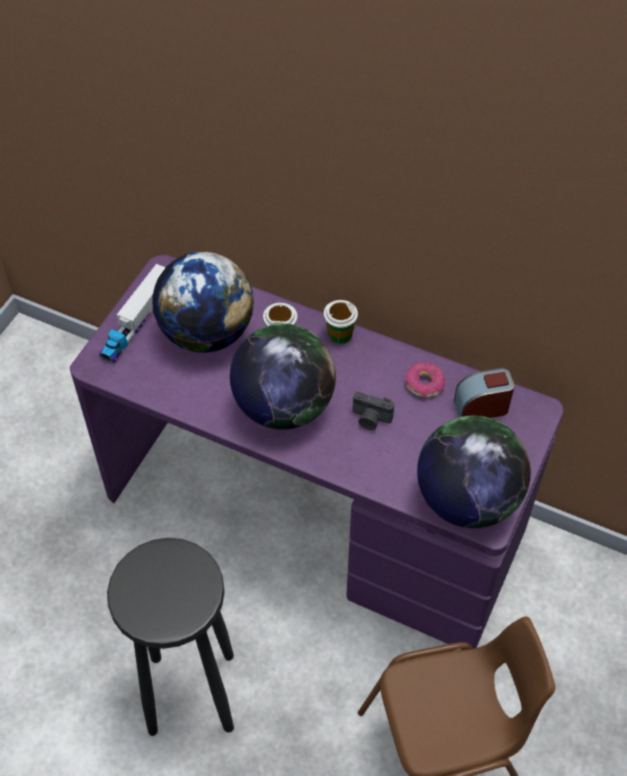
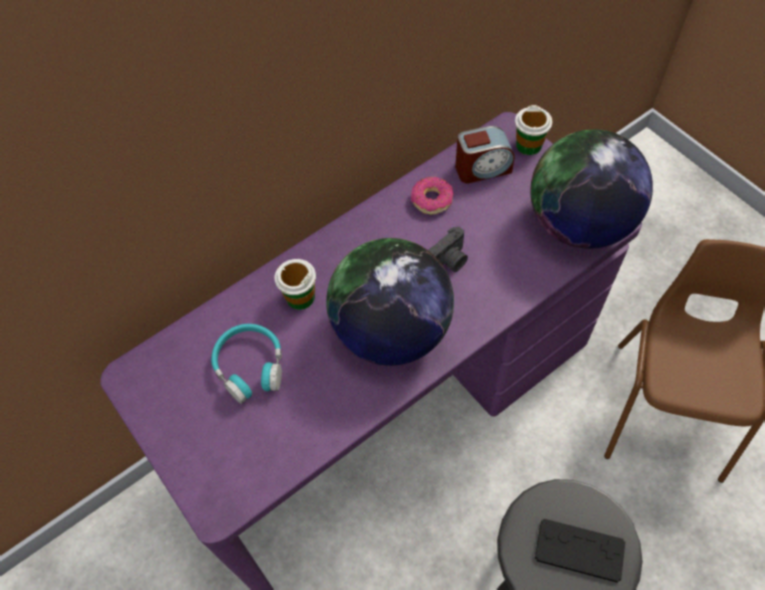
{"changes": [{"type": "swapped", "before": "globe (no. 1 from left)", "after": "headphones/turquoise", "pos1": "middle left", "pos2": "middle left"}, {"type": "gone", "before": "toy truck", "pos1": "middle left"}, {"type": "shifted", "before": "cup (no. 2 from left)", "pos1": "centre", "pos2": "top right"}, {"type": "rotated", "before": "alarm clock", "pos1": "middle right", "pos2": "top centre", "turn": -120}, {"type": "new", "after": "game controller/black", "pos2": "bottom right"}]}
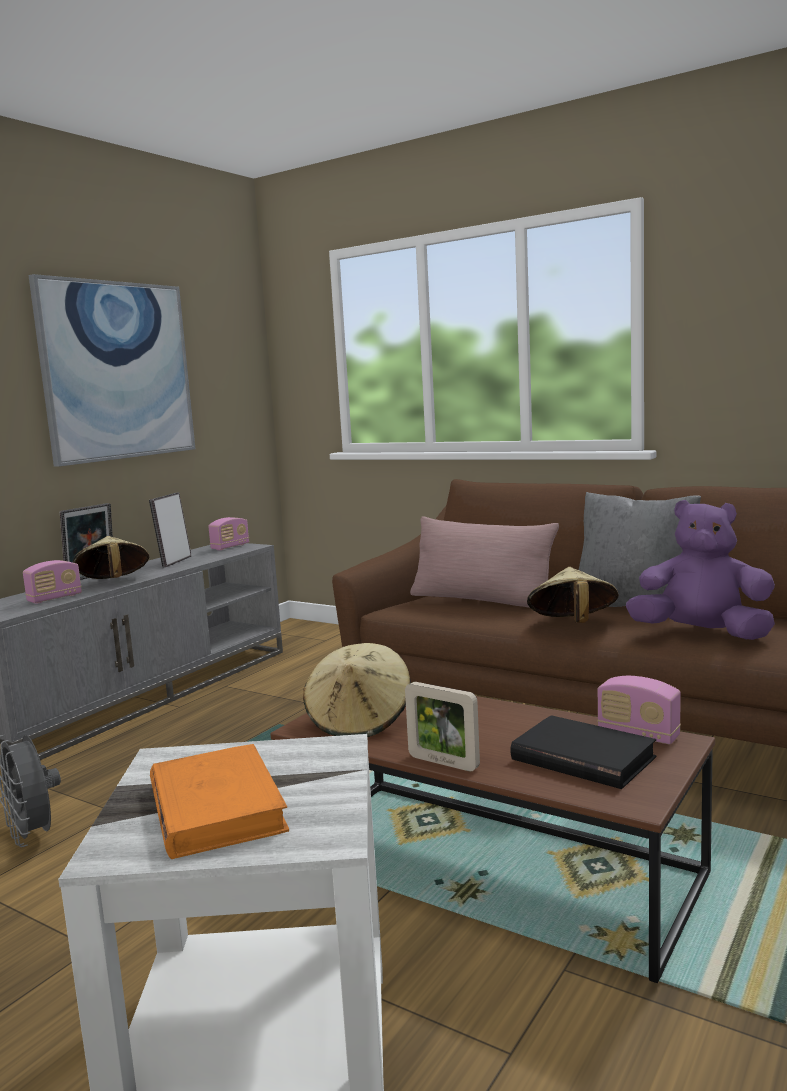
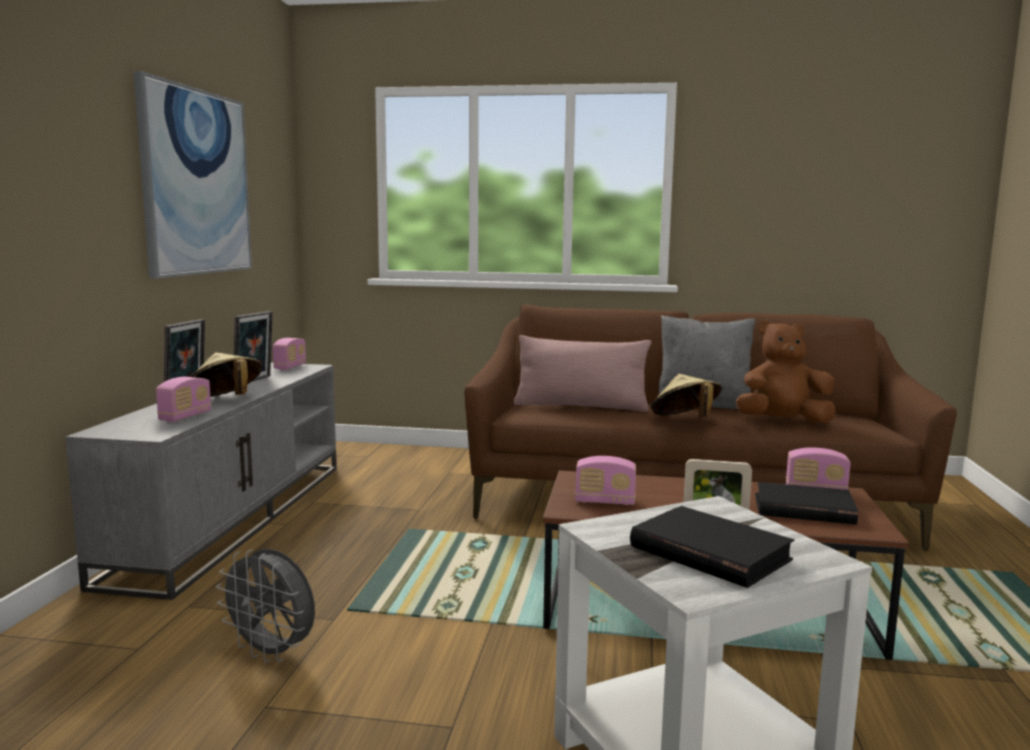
{"changes": [{"type": "rotated", "before": "picture frame (no. 2 from left)", "pos1": "middle left", "pos2": "middle left", "turn": -150}, {"type": "repainted", "before": "plush toy/purple", "after": "plush toy/brown", "pos1": "middle right", "pos2": "middle right"}, {"type": "swapped", "before": "hat/beige (no. 2 from left)", "after": "radio (no. 3 from left)", "pos1": "centre", "pos2": "centre"}, {"type": "repainted", "before": "book/orange", "after": "book/black (no. 1 from left)", "pos1": "bottom left", "pos2": "bottom right"}]}
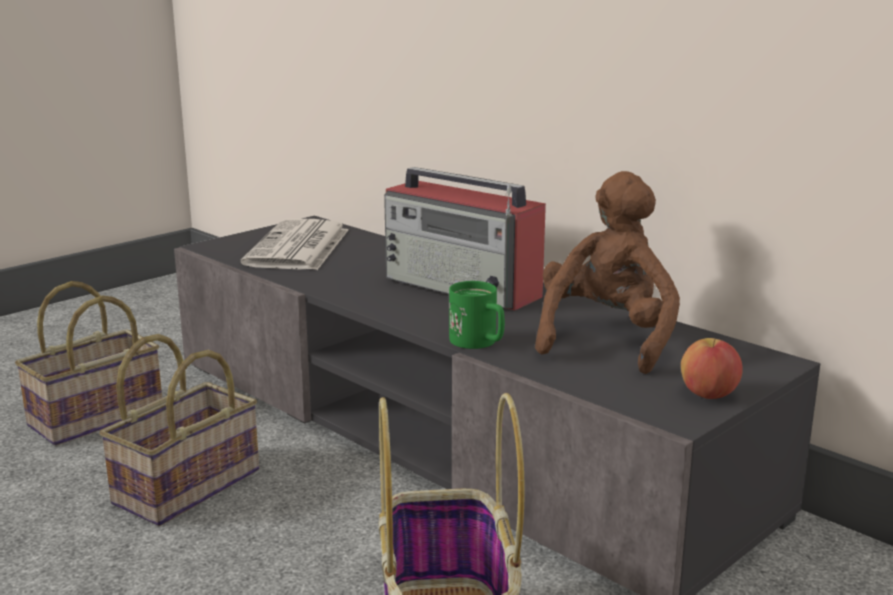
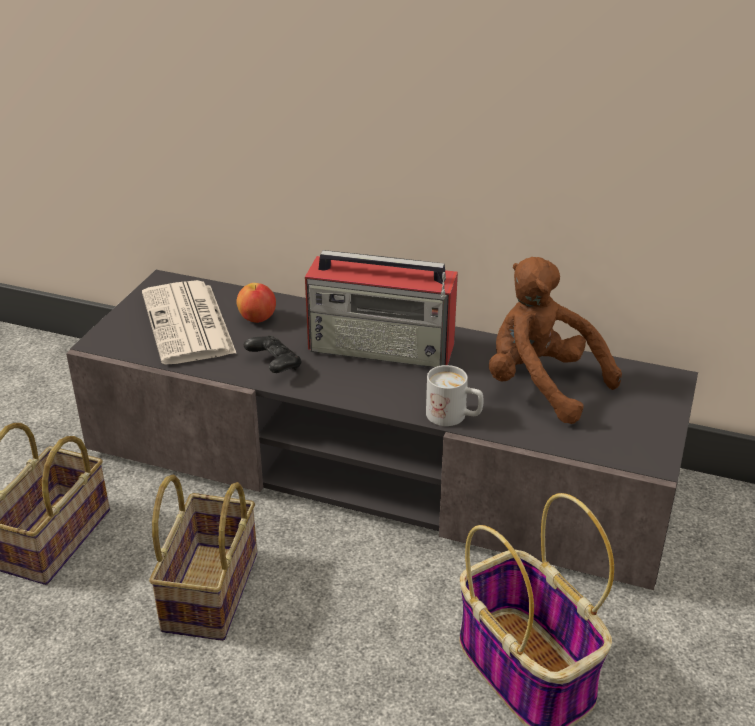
{"changes": [{"type": "rotated", "before": "plush toy/brown", "pos1": "middle right", "pos2": "middle right", "turn": -45}, {"type": "repainted", "before": "mug/green", "after": "mug/white", "pos1": "centre", "pos2": "centre"}, {"type": "shifted", "before": "apple", "pos1": "middle right", "pos2": "centre"}, {"type": "new", "after": "game controller/black", "pos2": "centre"}]}
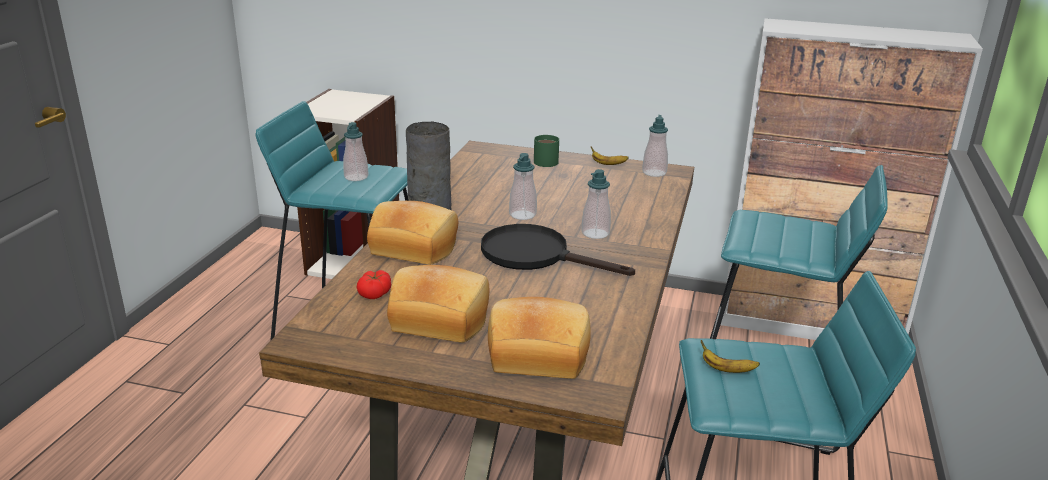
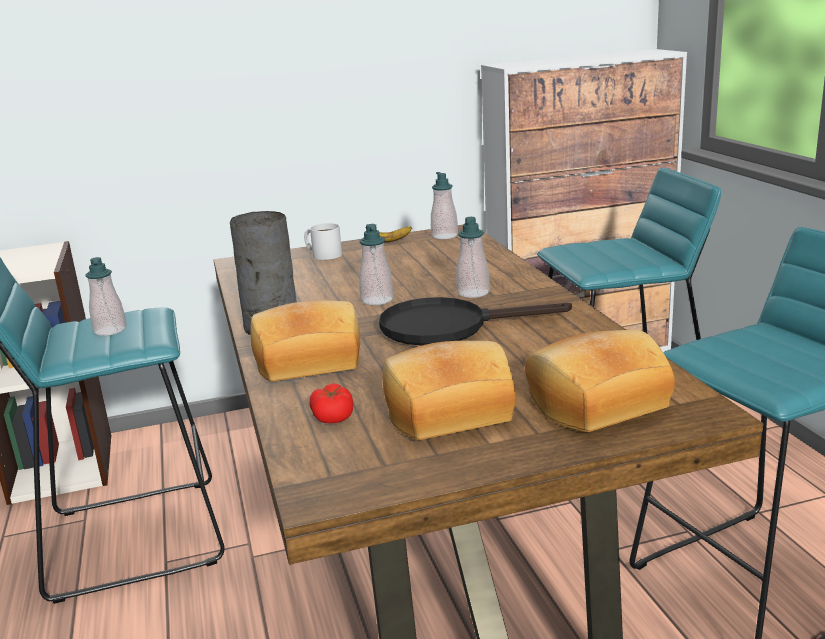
{"changes": [{"type": "repainted", "before": "mug/green", "after": "mug/white", "pos1": "top centre", "pos2": "centre"}, {"type": "gone", "before": "banana (no. 2 from left)", "pos1": "bottom right"}]}
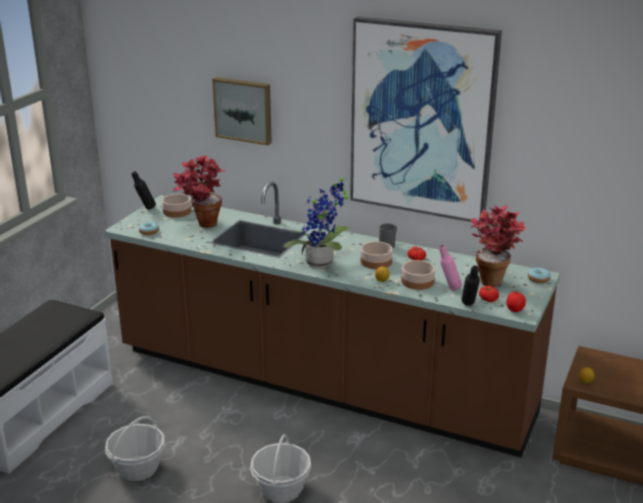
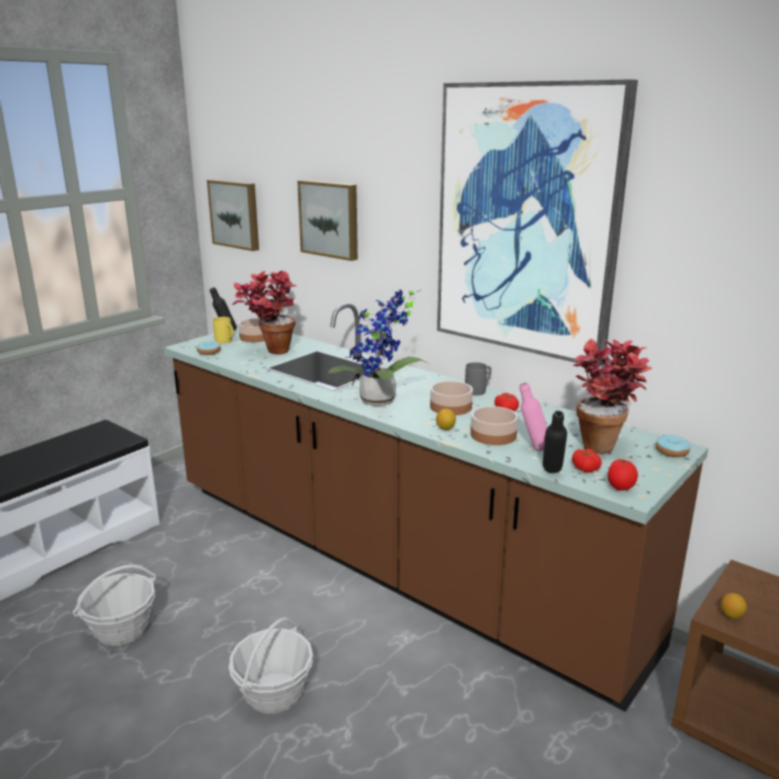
{"changes": [{"type": "new", "after": "picture (no. 1 from left)", "pos2": "top left"}, {"type": "new", "after": "mug/yellow", "pos2": "middle left"}]}
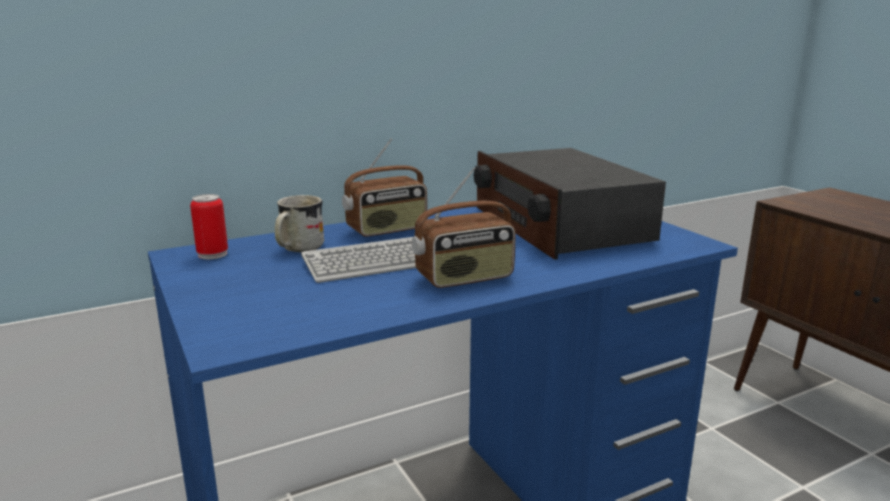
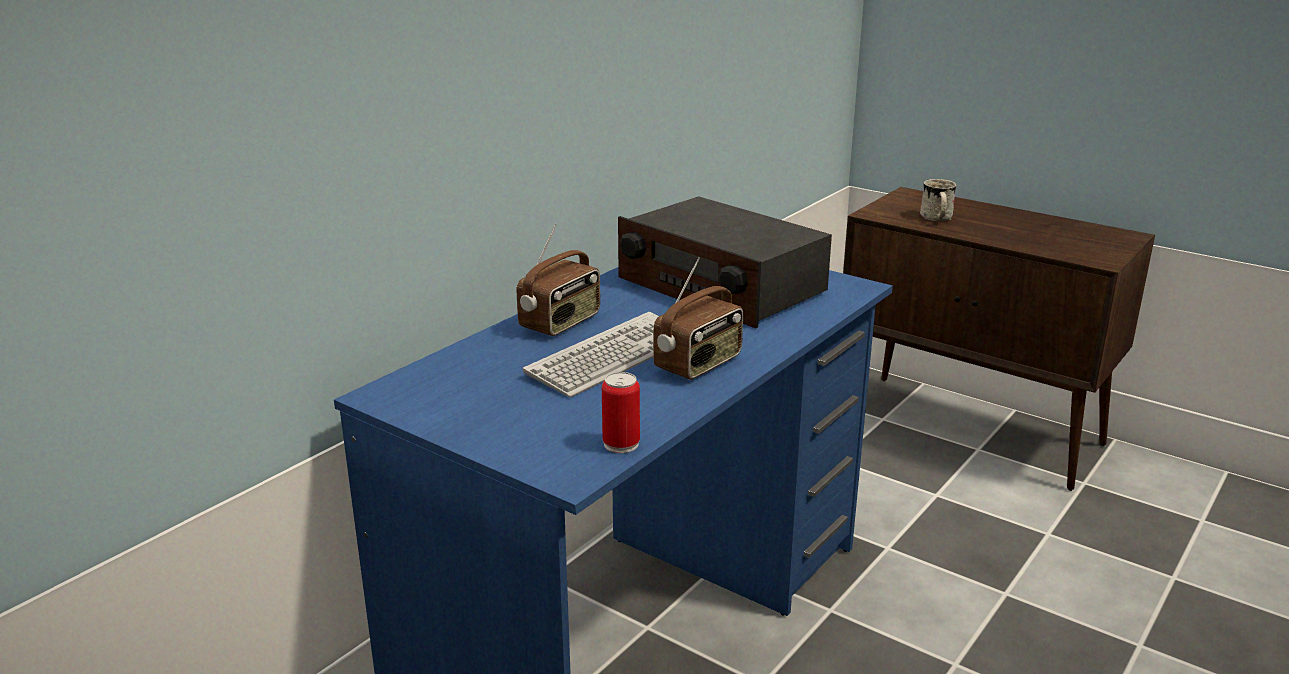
{"changes": [{"type": "shifted", "before": "can", "pos1": "middle left", "pos2": "centre"}, {"type": "shifted", "before": "mug/white", "pos1": "centre", "pos2": "top right"}]}
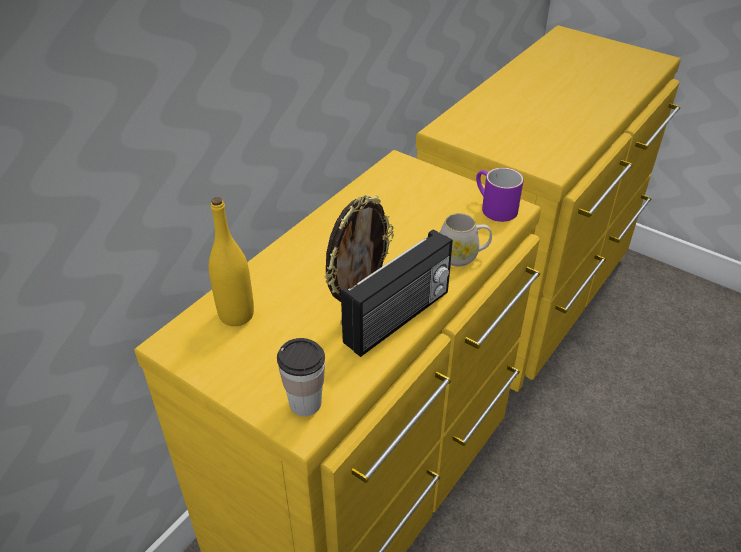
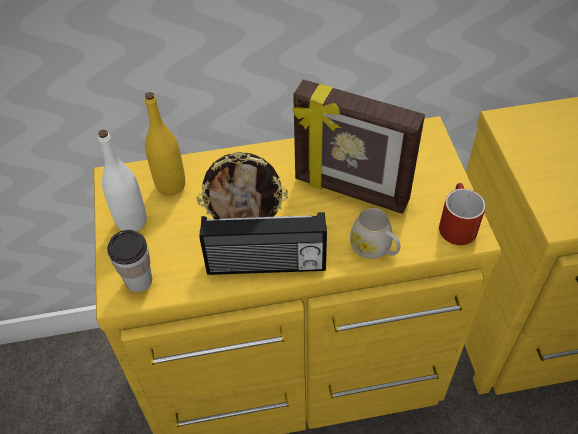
{"changes": [{"type": "repainted", "before": "mug/purple", "after": "mug/red", "pos1": "middle right", "pos2": "middle right"}, {"type": "new", "after": "picture frame (no. 2 from left)", "pos2": "centre"}, {"type": "new", "after": "bottle/white", "pos2": "middle left"}]}
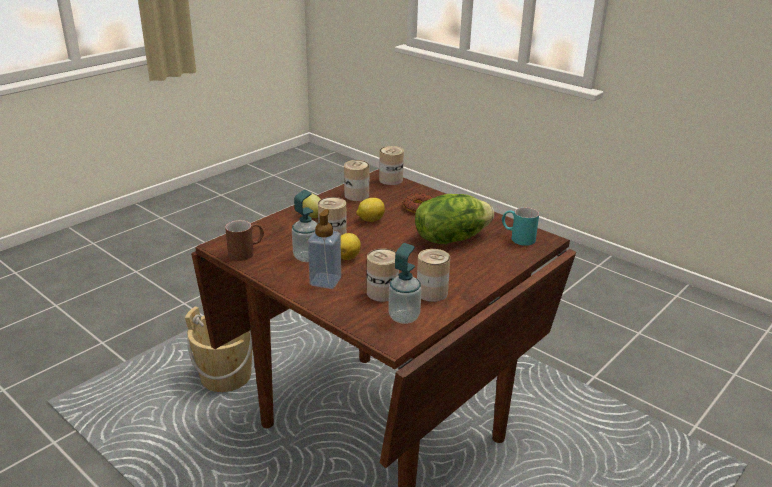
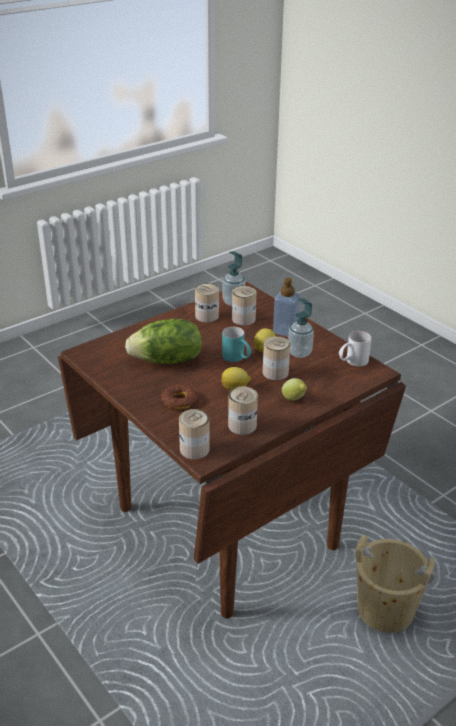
{"changes": [{"type": "shifted", "before": "mug/turquoise", "pos1": "middle right", "pos2": "centre"}, {"type": "repainted", "before": "mug/brown", "after": "mug/white", "pos1": "middle left", "pos2": "middle right"}]}
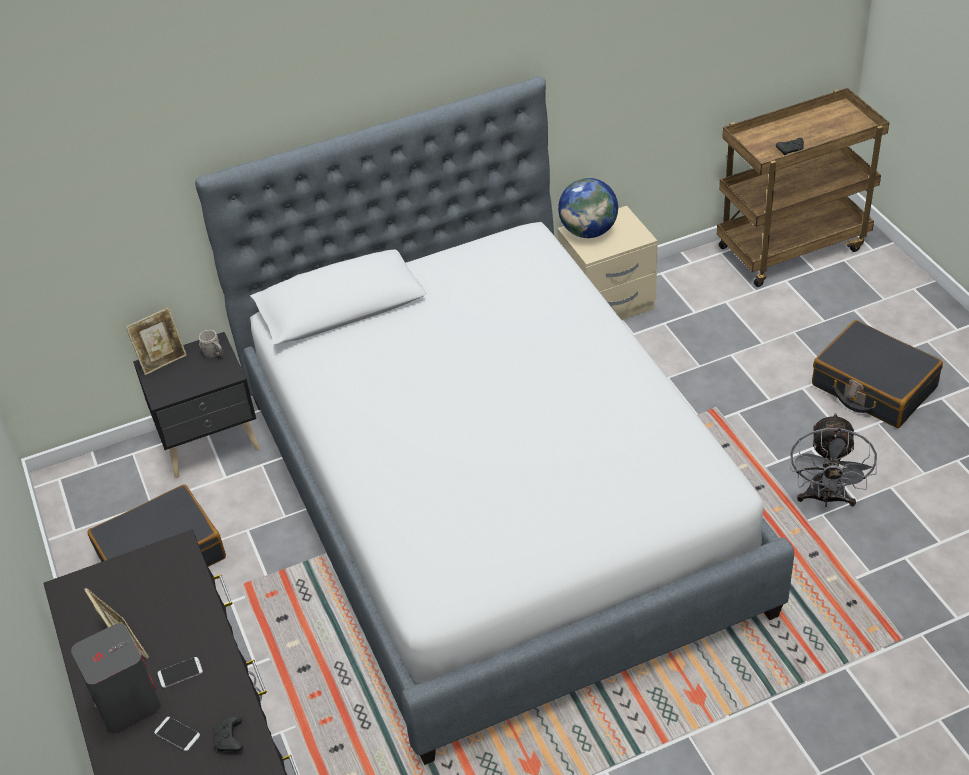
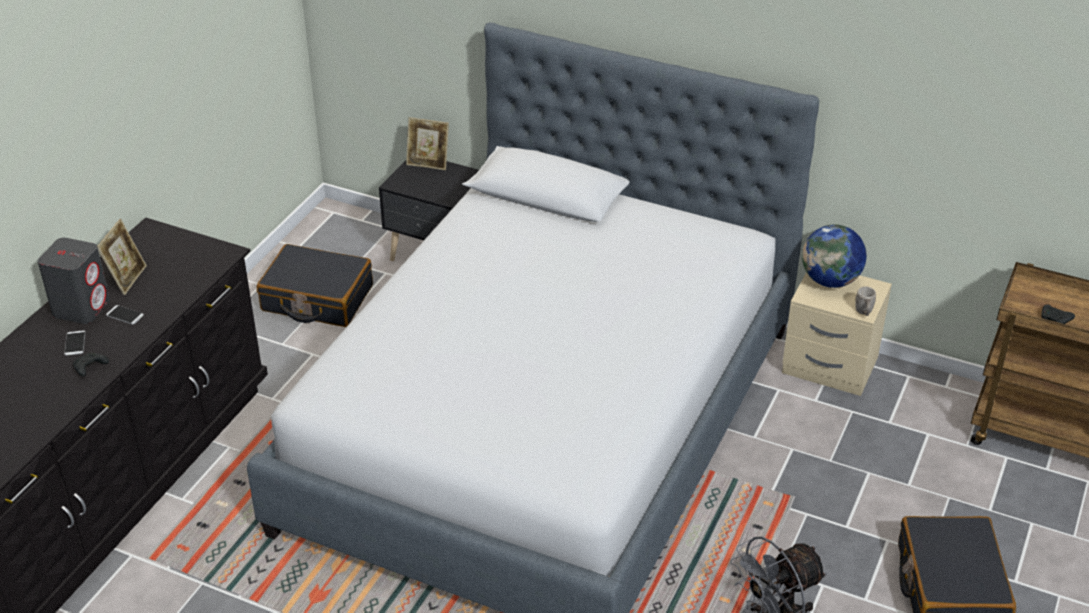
{"changes": [{"type": "shifted", "before": "mug/grey", "pos1": "middle left", "pos2": "middle right"}]}
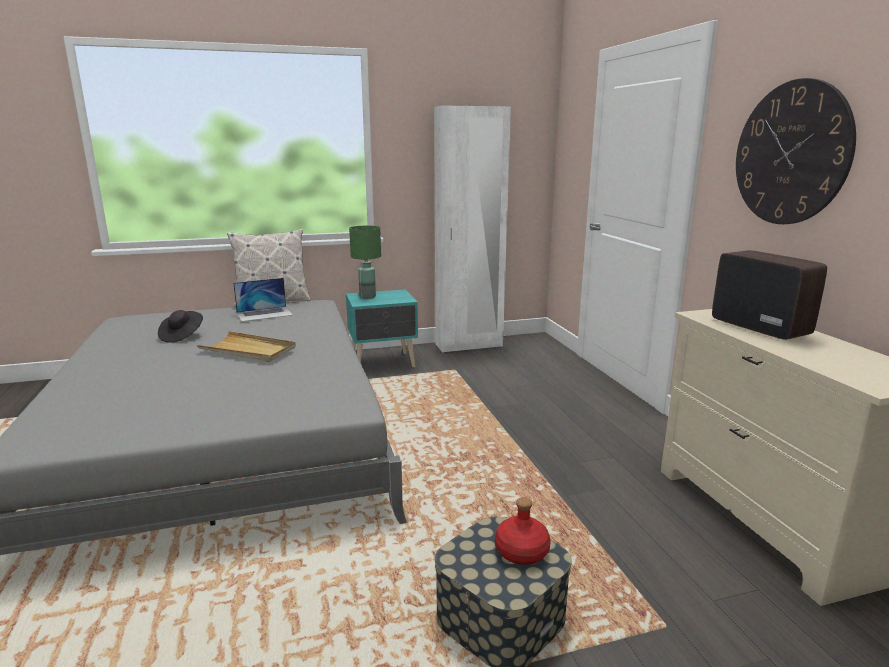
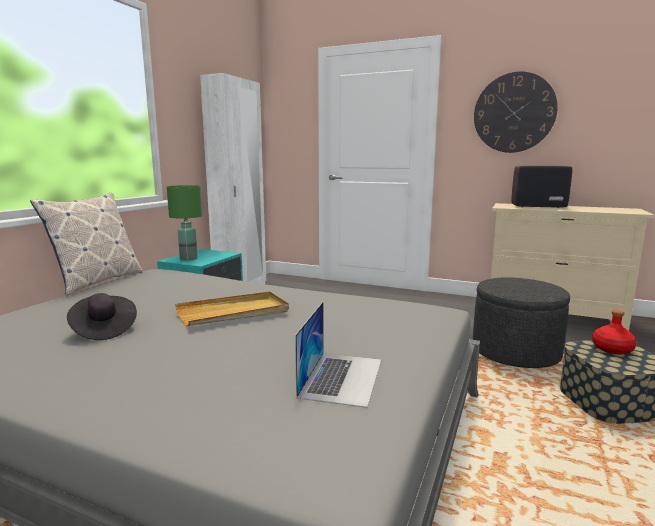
{"changes": [{"type": "shifted", "before": "laptop", "pos1": "middle left", "pos2": "bottom centre"}, {"type": "new", "after": "ottoman/grey", "pos2": "middle right"}]}
